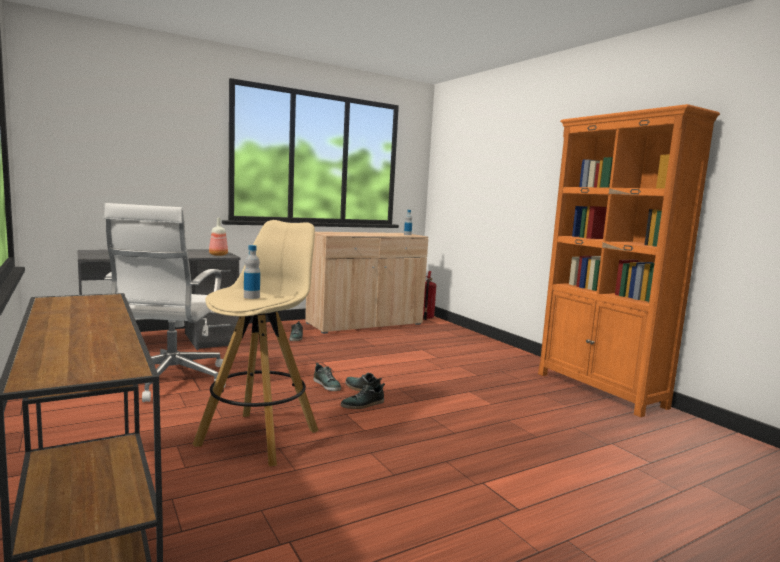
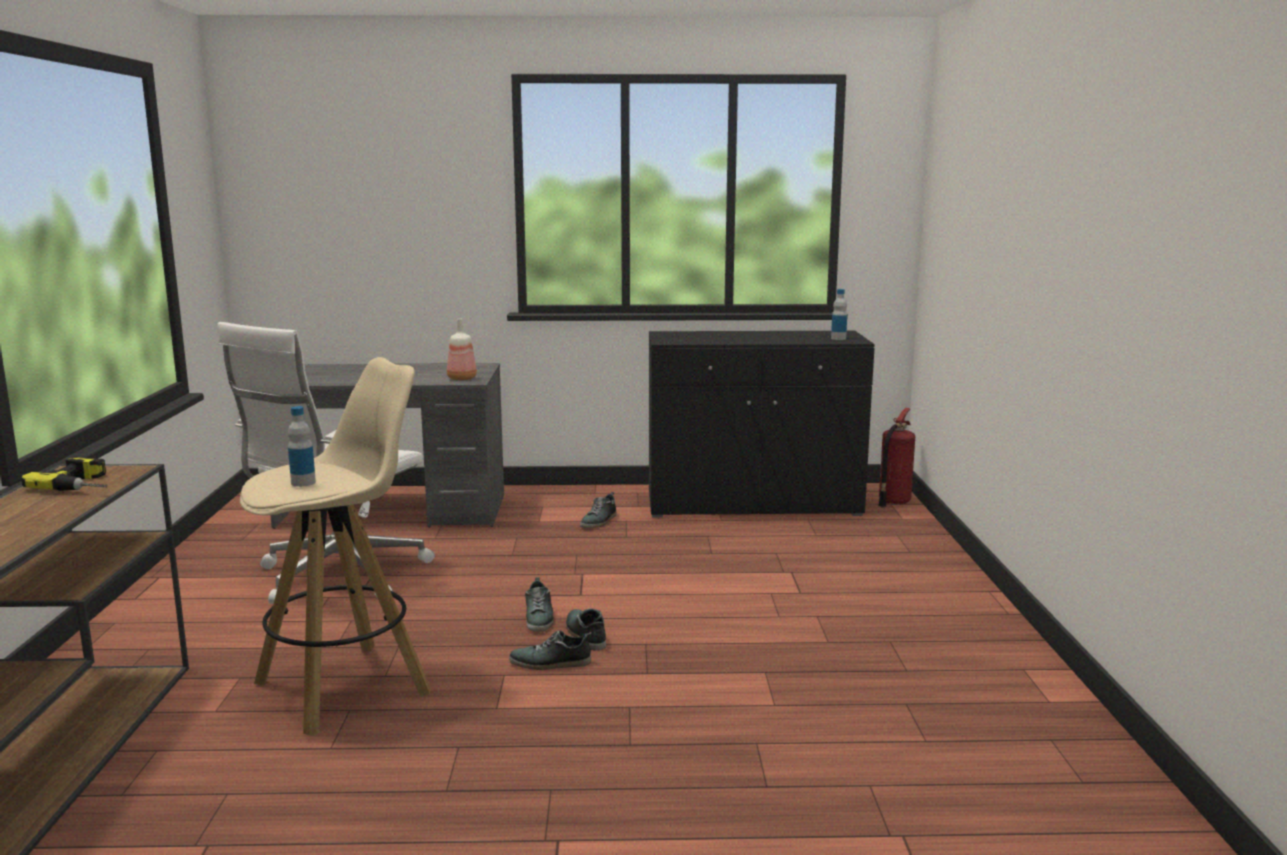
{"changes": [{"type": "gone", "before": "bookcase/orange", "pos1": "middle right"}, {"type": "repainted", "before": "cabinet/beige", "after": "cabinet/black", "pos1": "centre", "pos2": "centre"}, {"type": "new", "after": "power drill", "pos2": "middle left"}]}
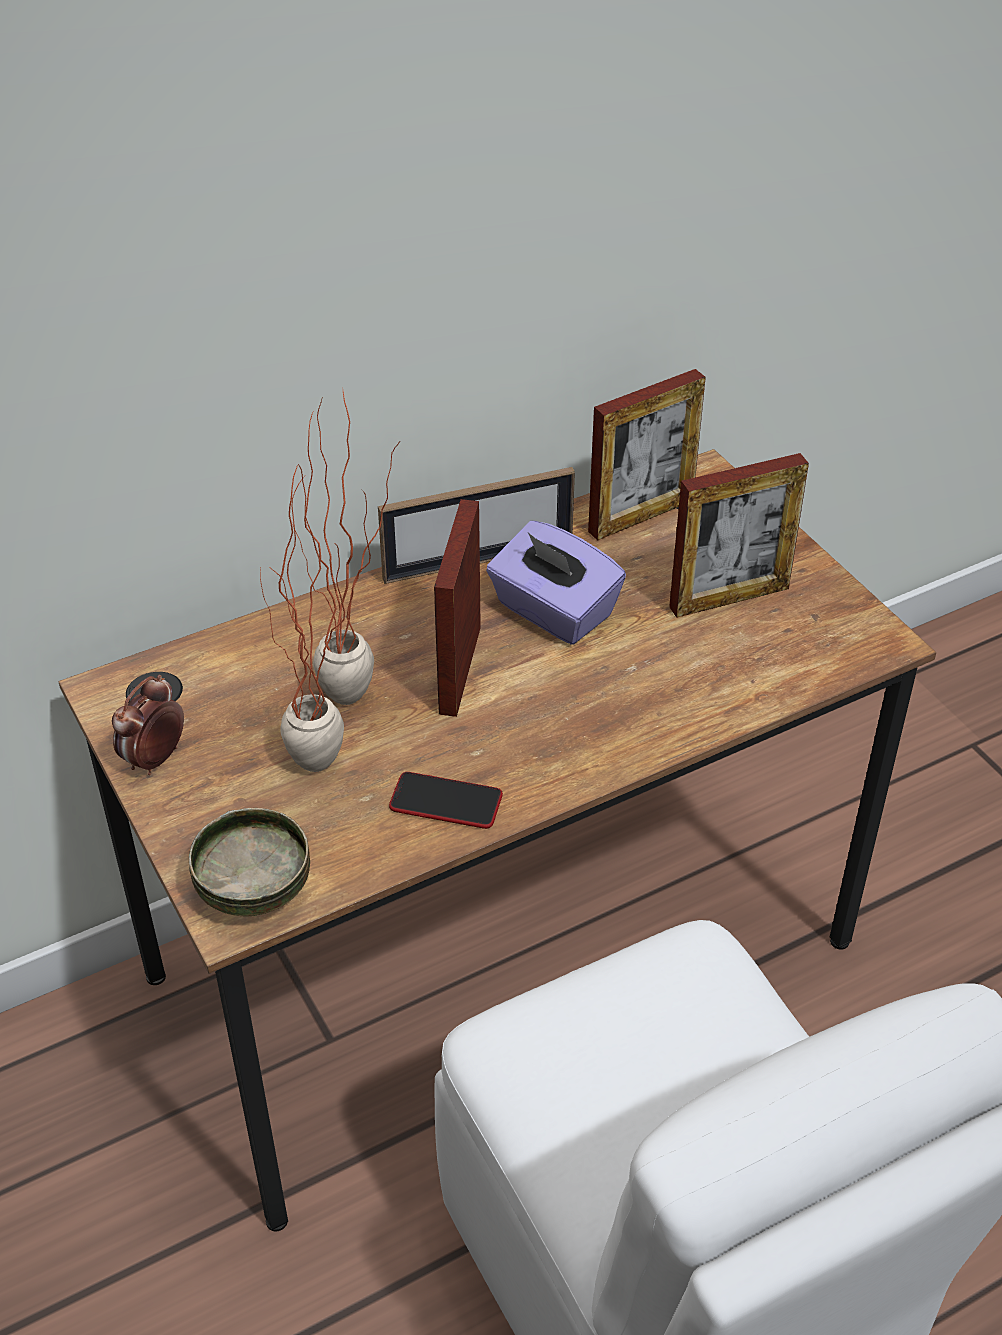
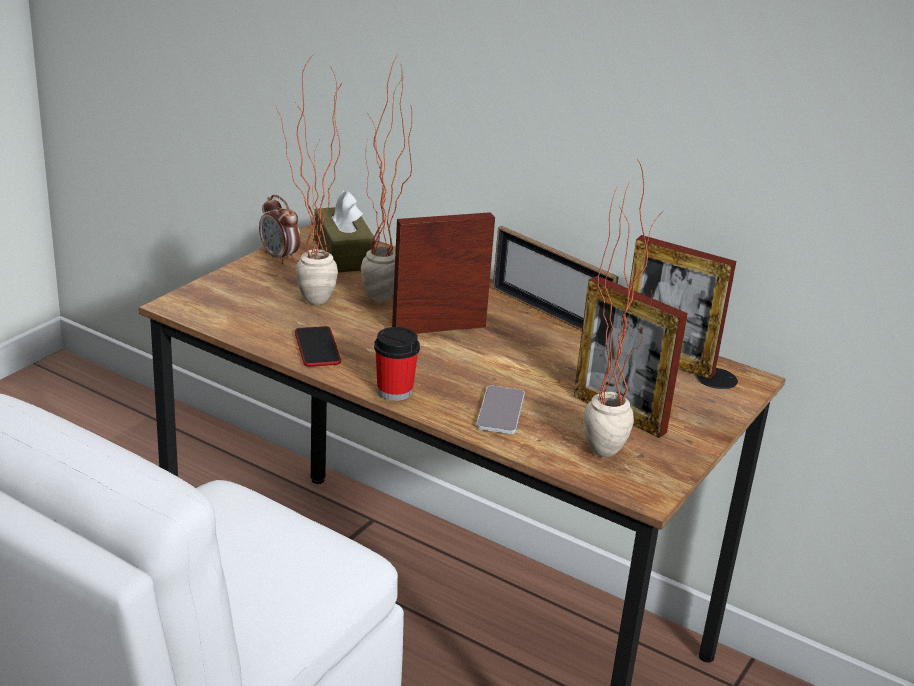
{"changes": [{"type": "gone", "before": "tissue box/purple", "pos1": "centre"}, {"type": "rotated", "before": "alarm clock", "pos1": "middle left", "pos2": "middle left", "turn": -135}, {"type": "gone", "before": "bowl", "pos1": "middle left"}, {"type": "new", "after": "potted plant (no. 3 from left)", "pos2": "middle right"}, {"type": "new", "after": "tissue box/brown", "pos2": "centre"}, {"type": "new", "after": "cup", "pos2": "centre"}, {"type": "new", "after": "phone (no. 2 from left)", "pos2": "centre"}]}
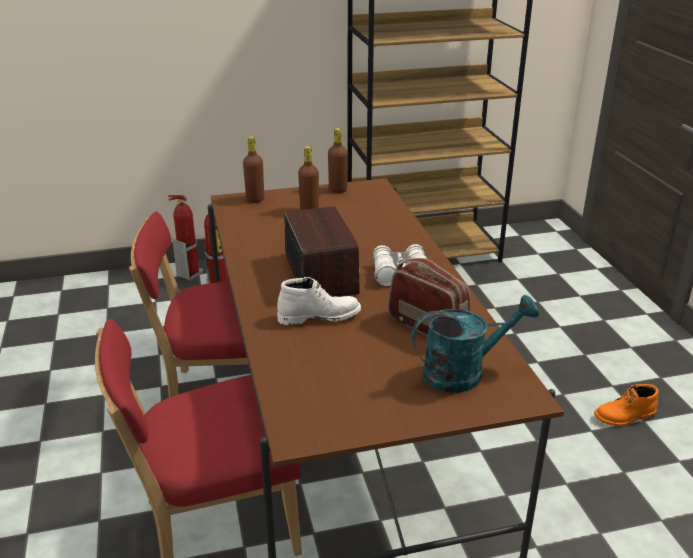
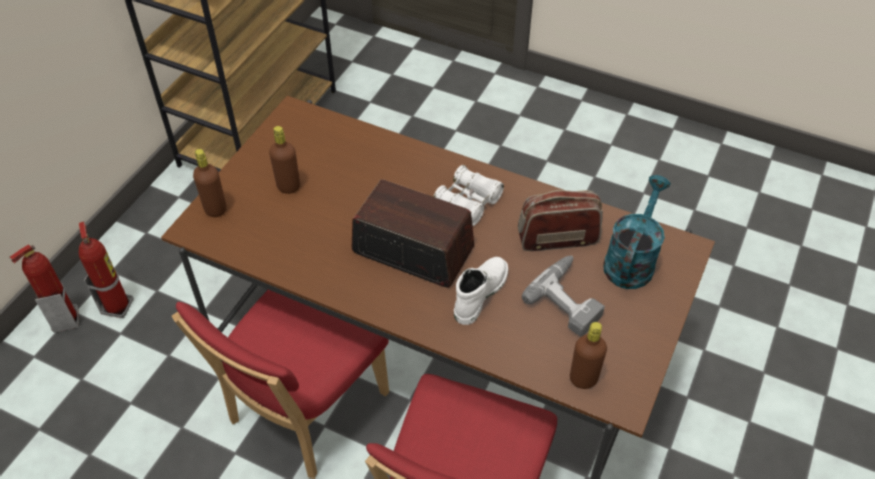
{"changes": [{"type": "shifted", "before": "bottle/brown (no. 3 from left)", "pos1": "top centre", "pos2": "bottom right"}, {"type": "gone", "before": "boot/orange", "pos1": "bottom right"}, {"type": "new", "after": "power drill", "pos2": "centre"}]}
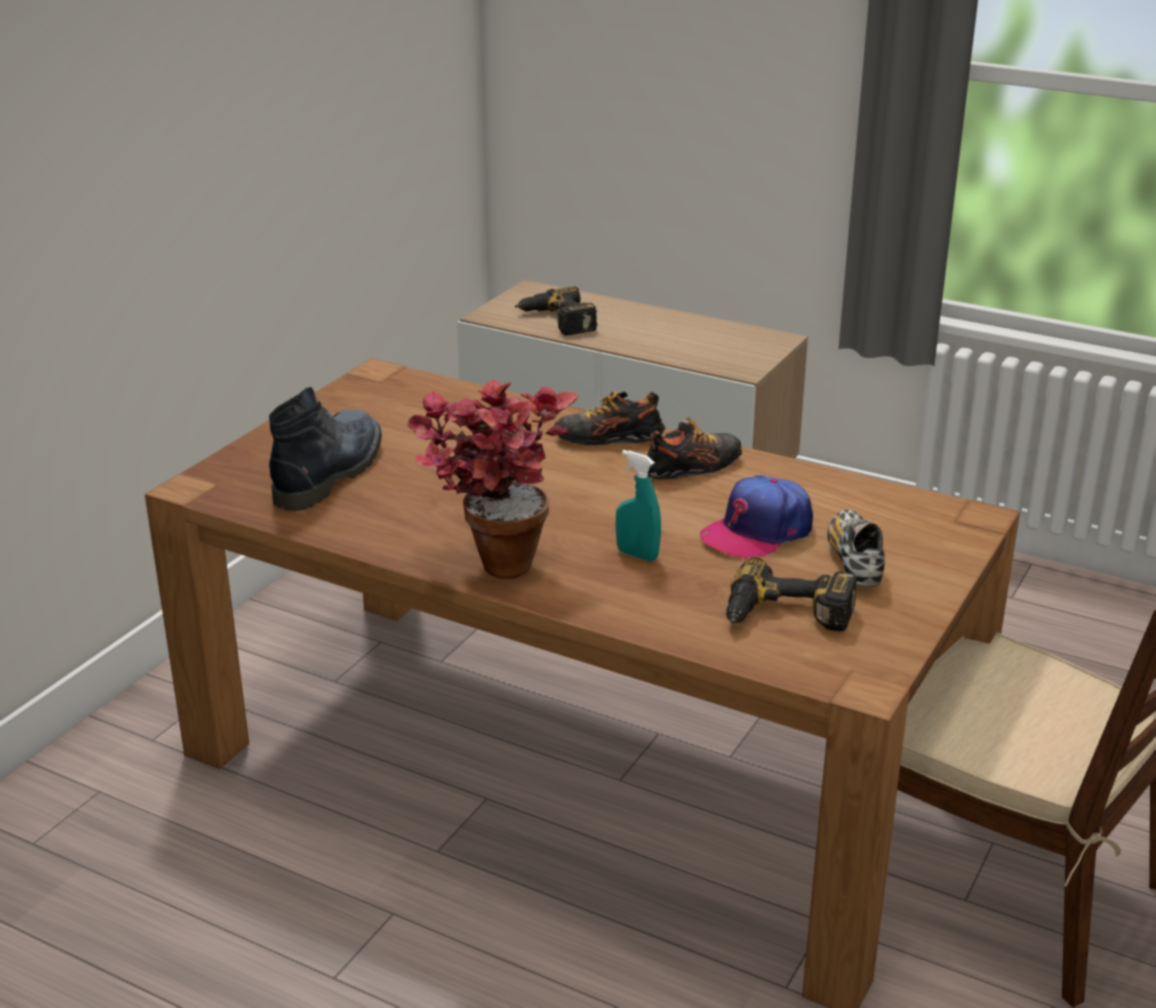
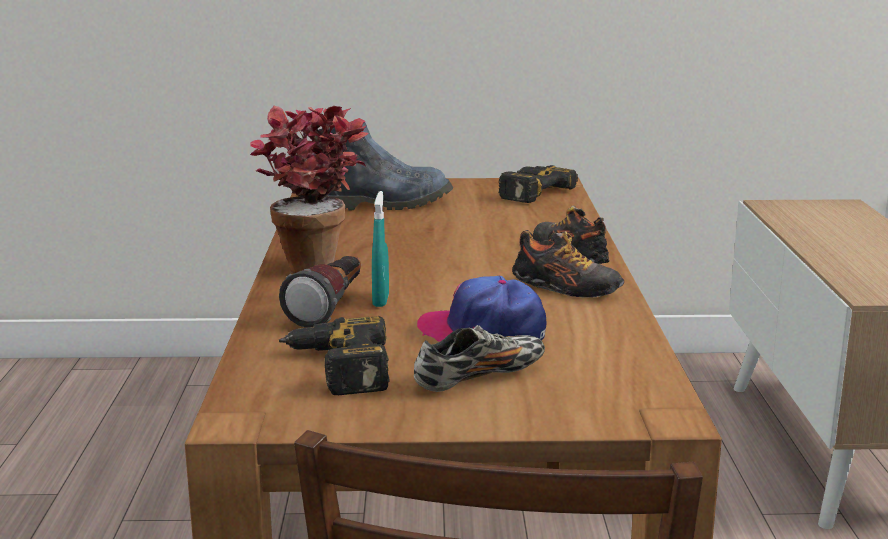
{"changes": [{"type": "shifted", "before": "power drill (no. 1 from left in the first image)", "after": "power drill (no. 2 from left)", "pos1": "top centre", "pos2": "centre"}, {"type": "new", "after": "flashlight", "pos2": "centre"}]}
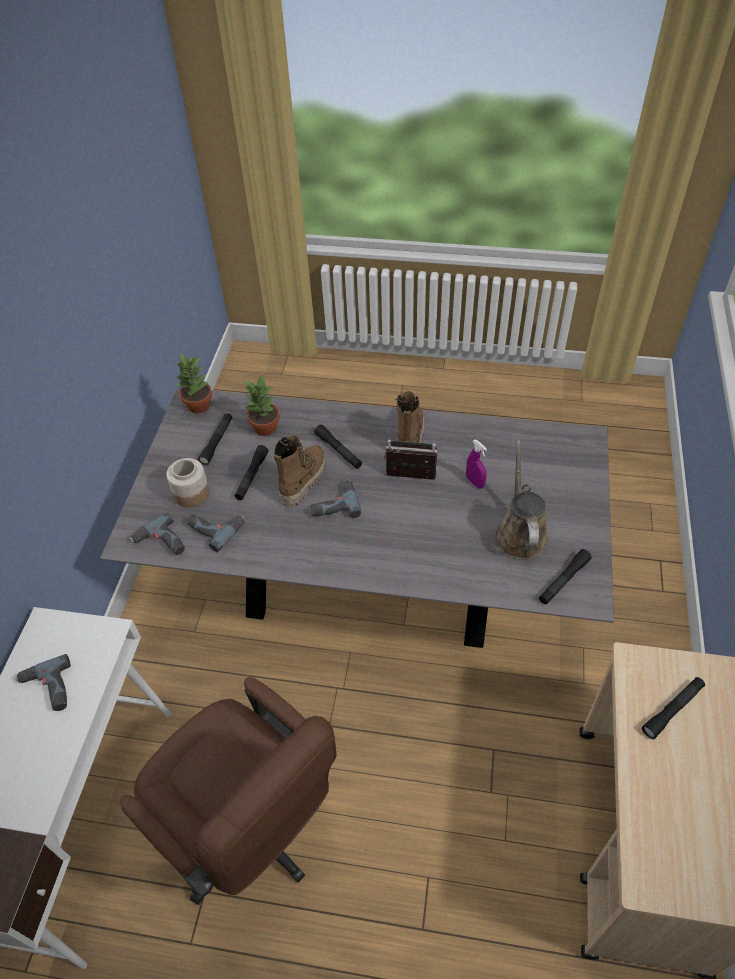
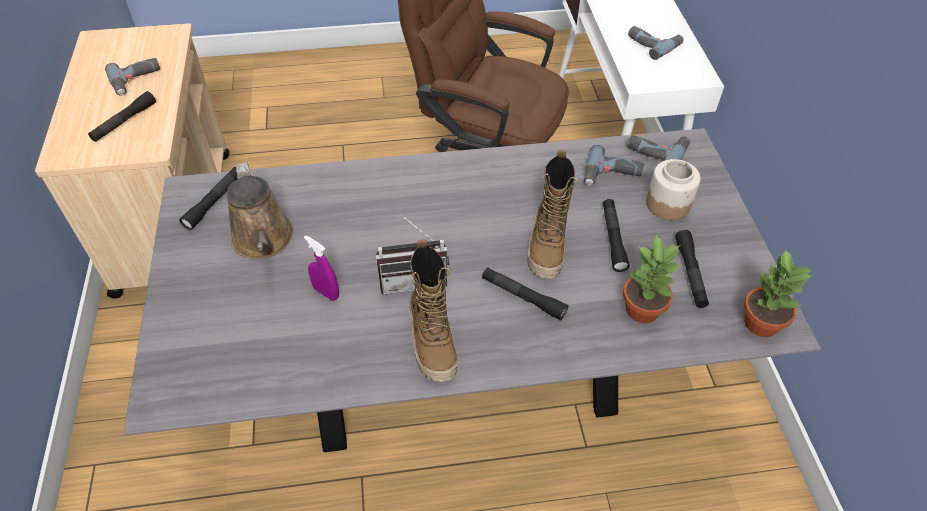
{"changes": [{"type": "shifted", "before": "power drill (no. 4 from left in the first image)", "after": "power drill (no. 1 from left)", "pos1": "centre", "pos2": "top left"}]}
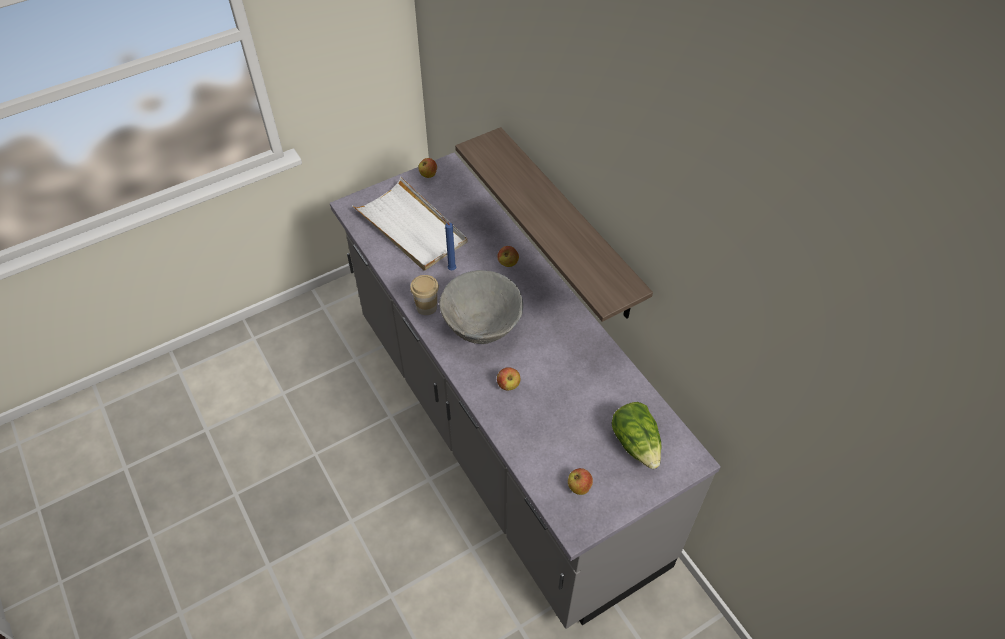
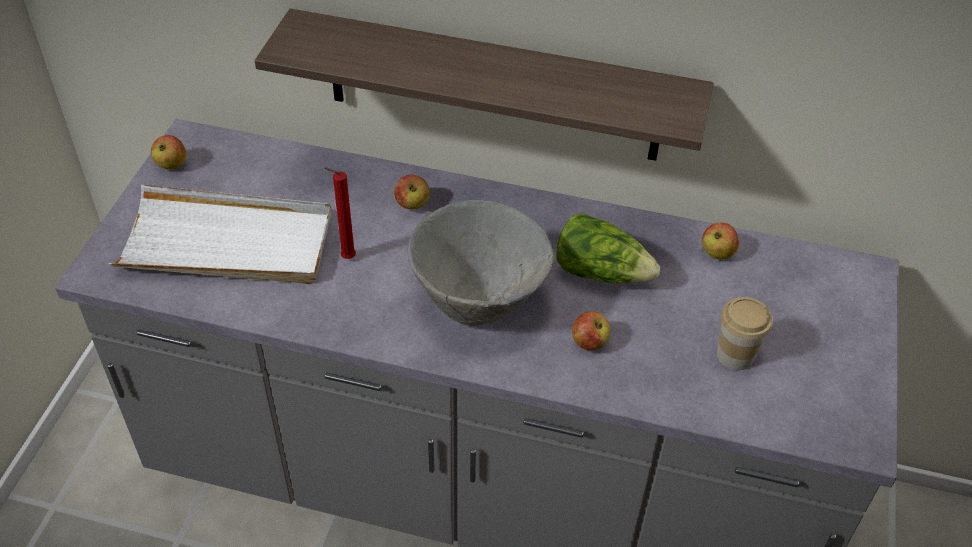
{"changes": [{"type": "repainted", "before": "candle/blue", "after": "candle/red", "pos1": "centre", "pos2": "centre"}, {"type": "shifted", "before": "cup", "pos1": "centre", "pos2": "middle right"}, {"type": "shifted", "before": "lettuce", "pos1": "bottom centre", "pos2": "centre"}, {"type": "shifted", "before": "apple (no. 4 from left)", "pos1": "bottom centre", "pos2": "middle right"}]}
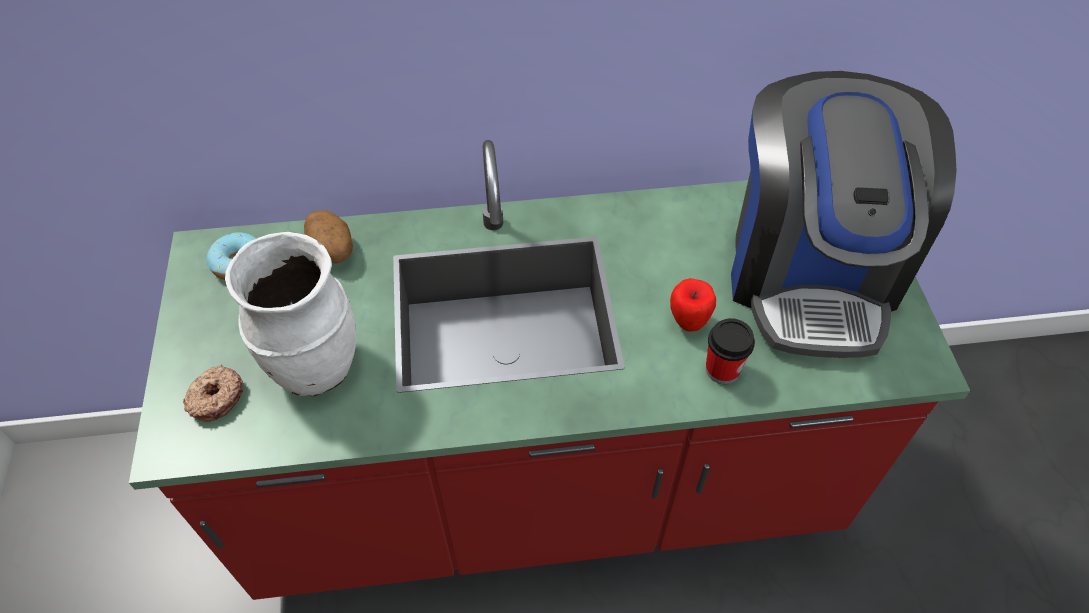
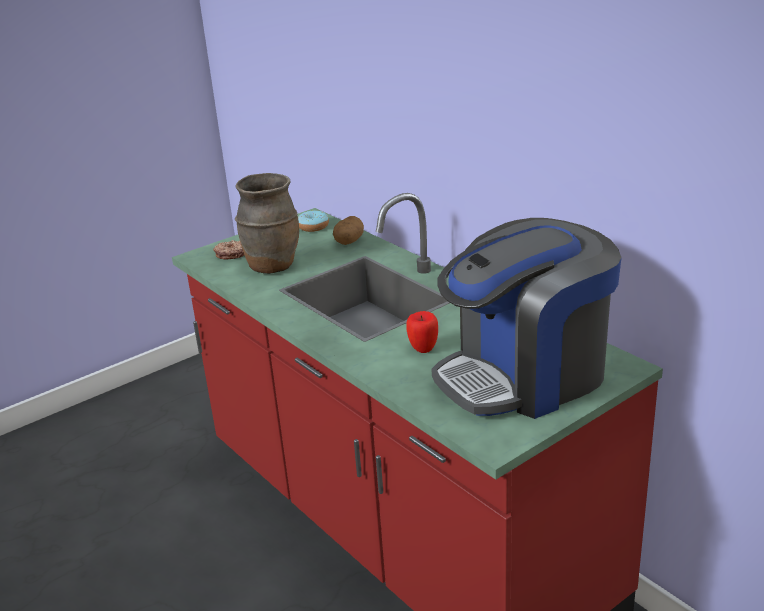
{"changes": [{"type": "repainted", "before": "vase/white", "after": "vase/brown", "pos1": "middle left", "pos2": "centre"}, {"type": "gone", "before": "cup", "pos1": "middle right"}]}
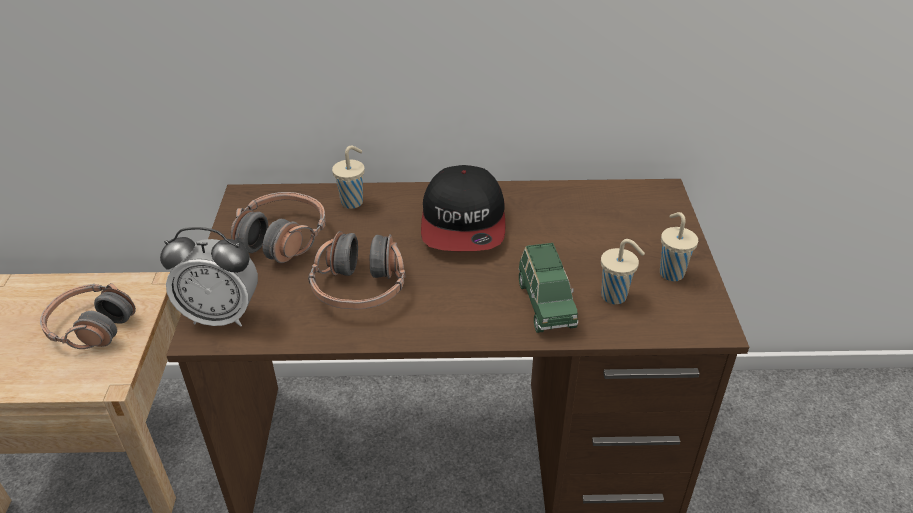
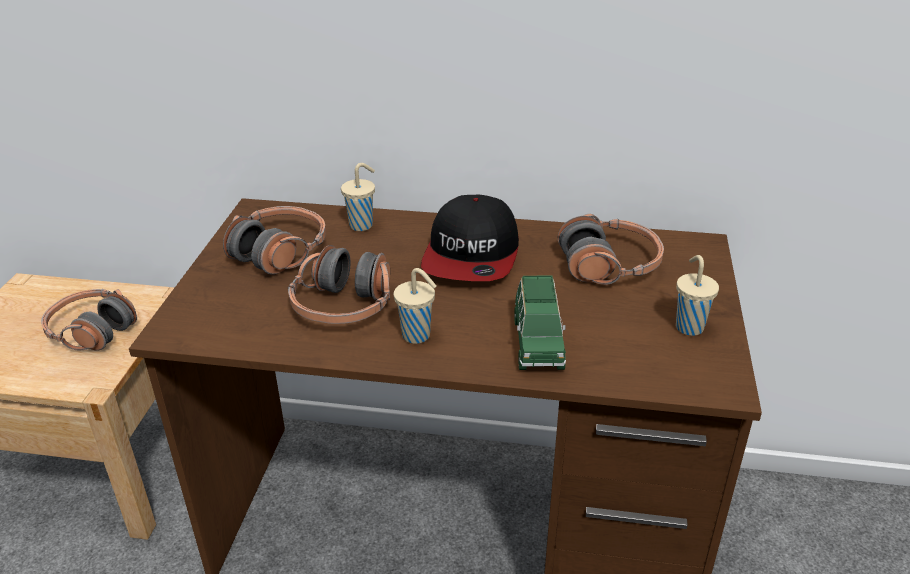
{"changes": [{"type": "gone", "before": "alarm clock", "pos1": "middle left"}, {"type": "shifted", "before": "cup/beige (no. 2 from left)", "pos1": "middle right", "pos2": "centre"}, {"type": "new", "after": "headphones (no. 4 from left)", "pos2": "middle right"}]}
